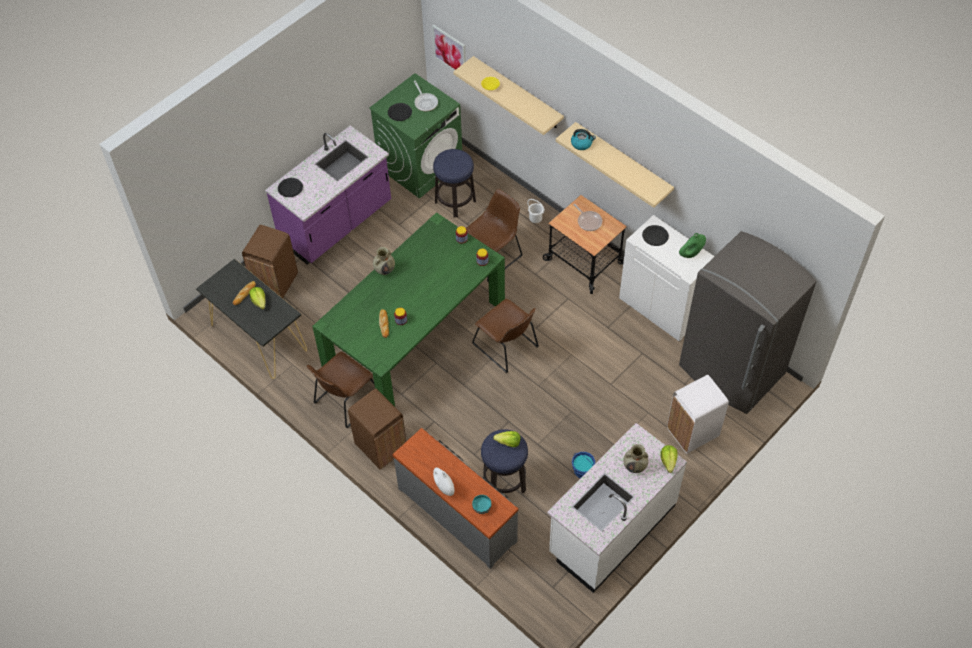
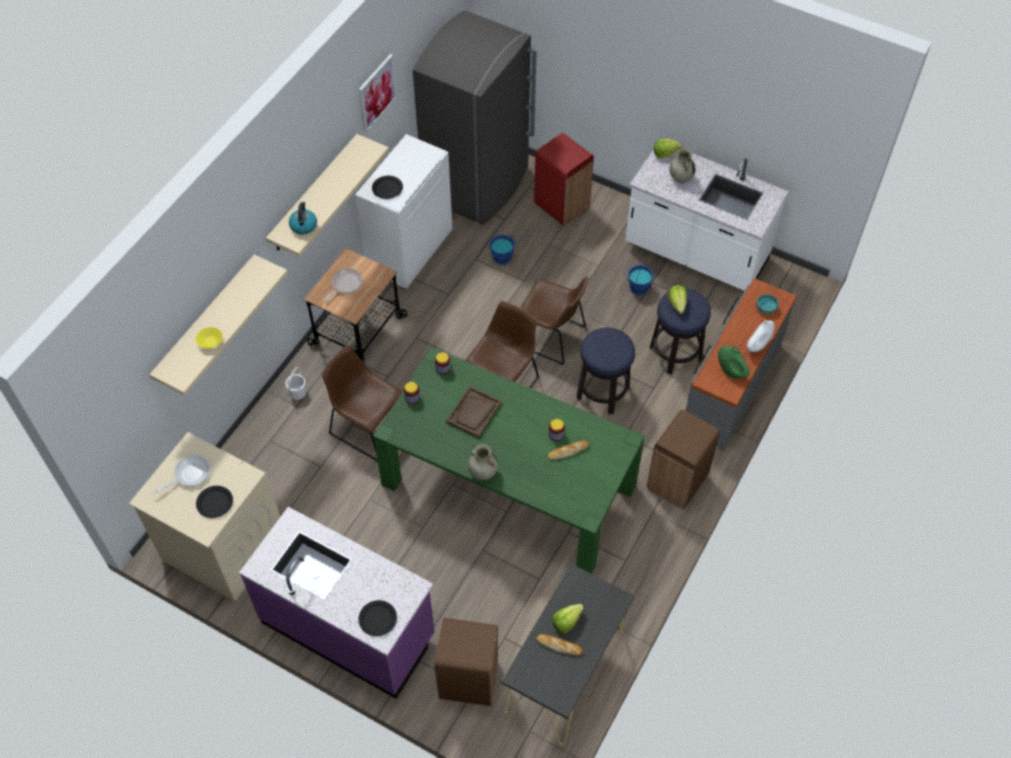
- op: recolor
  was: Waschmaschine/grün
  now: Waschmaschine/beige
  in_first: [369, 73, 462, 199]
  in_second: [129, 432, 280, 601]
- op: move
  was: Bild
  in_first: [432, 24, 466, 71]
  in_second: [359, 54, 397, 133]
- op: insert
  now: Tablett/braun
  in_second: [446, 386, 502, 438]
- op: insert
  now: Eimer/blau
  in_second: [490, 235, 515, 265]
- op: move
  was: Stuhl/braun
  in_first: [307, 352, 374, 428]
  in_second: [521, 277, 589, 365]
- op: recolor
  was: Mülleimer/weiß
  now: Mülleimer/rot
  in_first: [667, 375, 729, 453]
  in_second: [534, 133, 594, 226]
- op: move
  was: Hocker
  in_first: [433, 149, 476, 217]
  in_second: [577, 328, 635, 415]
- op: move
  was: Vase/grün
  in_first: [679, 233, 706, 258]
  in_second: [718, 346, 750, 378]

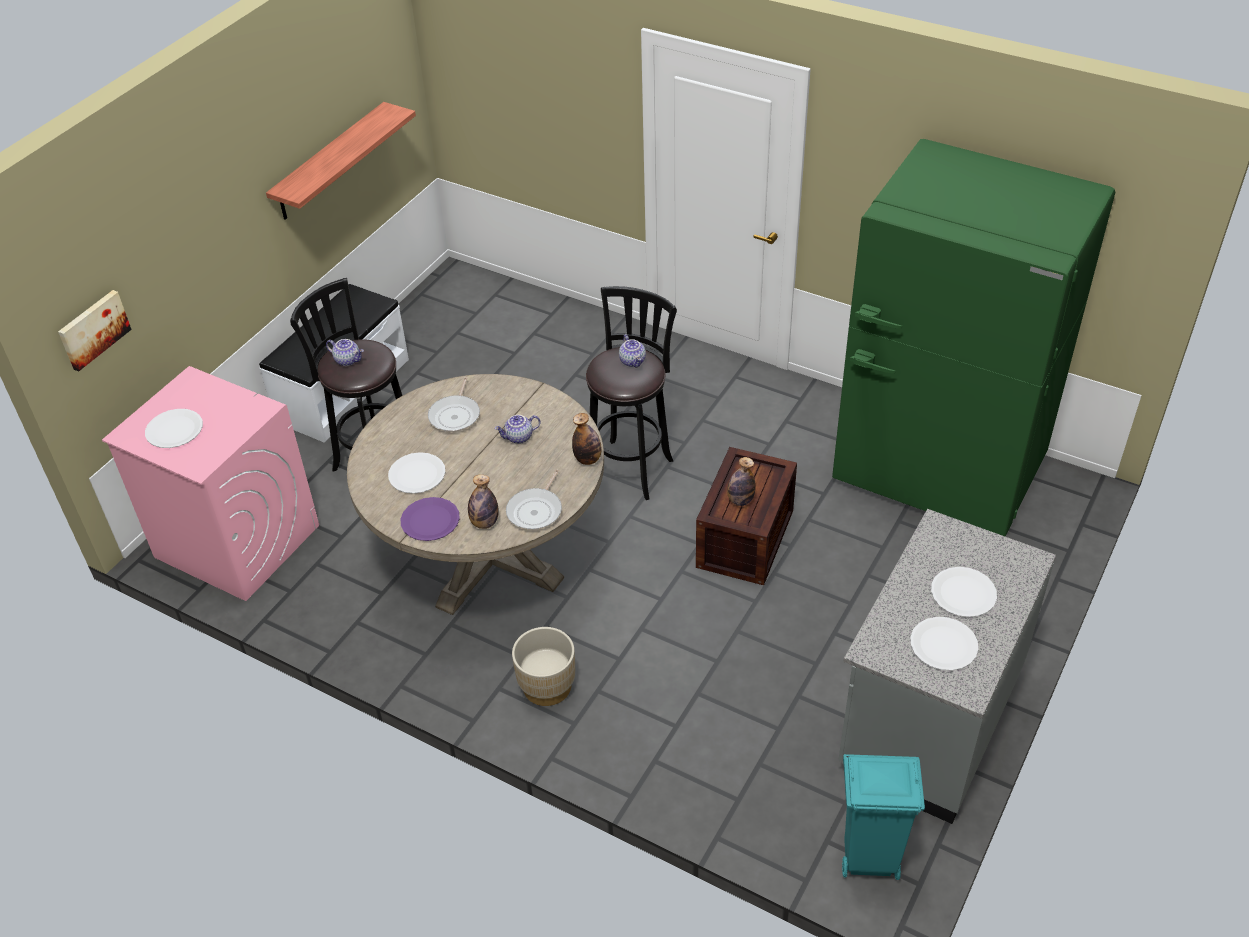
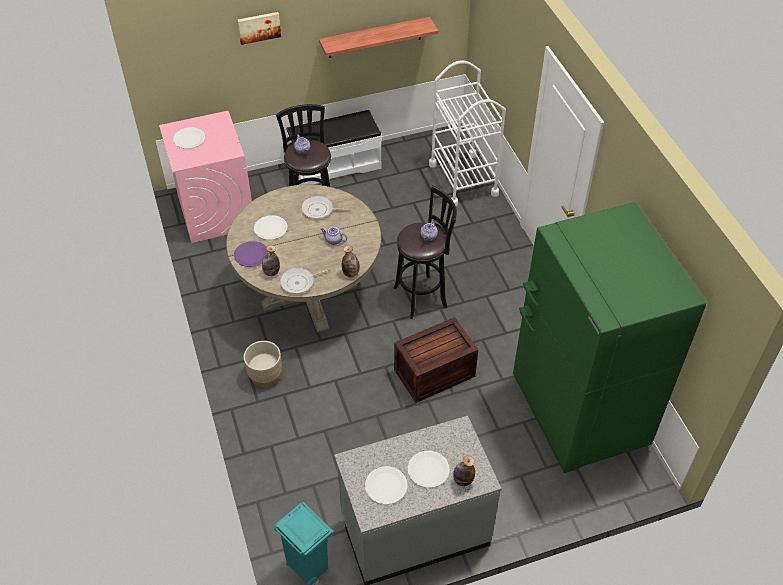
- op: move
  was: Bild
  in_first: [58, 290, 132, 372]
  in_second: [237, 12, 281, 45]
- op: rotate
  was: Pfanne
  in_first: [428, 377, 480, 432]
  in_second: [301, 196, 351, 219]
  clockwise: 45
- op: insert
  now: Rollwagen/weiß
  in_second: [429, 60, 506, 206]
- op: move
  was: Flasche
  in_first: [727, 457, 756, 506]
  in_second: [453, 456, 475, 487]

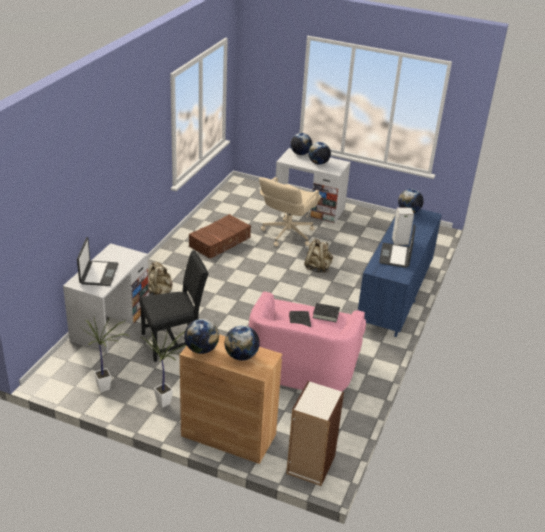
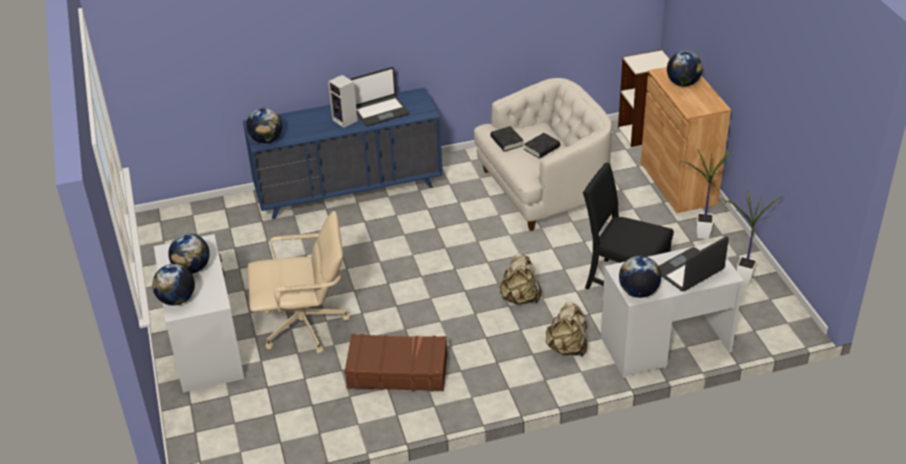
- op: recolor
  was: Sessel/rosa
  now: Sessel/weiß
  in_first: [249, 291, 366, 391]
  in_second: [474, 78, 612, 231]
- op: move
  was: Rucksack/beige
  in_first: [304, 239, 333, 273]
  in_second: [500, 253, 542, 304]
- op: move
  was: Globus
  in_first: [184, 319, 219, 354]
  in_second: [619, 256, 661, 298]

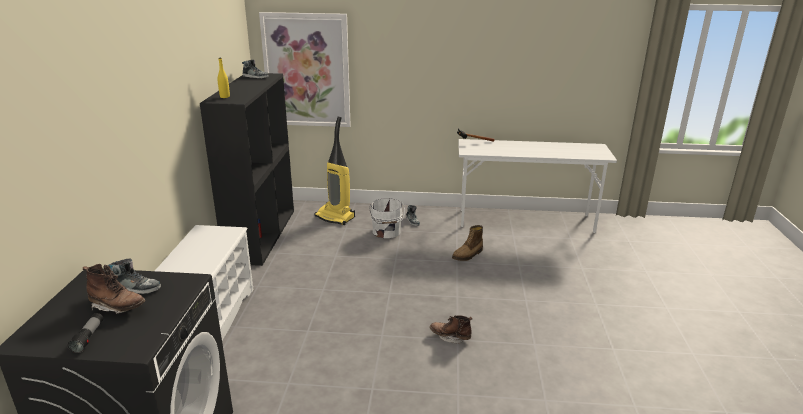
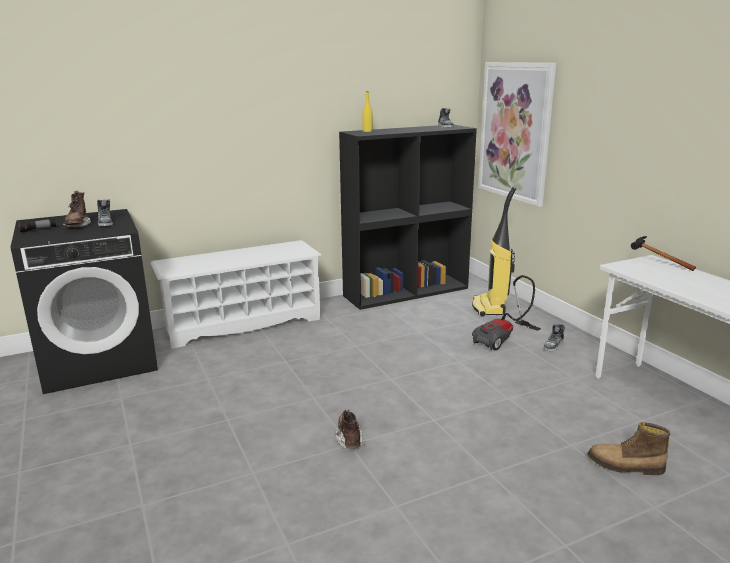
- op: replace
  was: Eimer/weiß
  now: Staubsauger
  in_first: [370, 198, 405, 238]
  in_second: [472, 275, 541, 350]
- op: move
  was: Stiefel
  in_first: [452, 225, 483, 261]
  in_second: [587, 422, 671, 475]

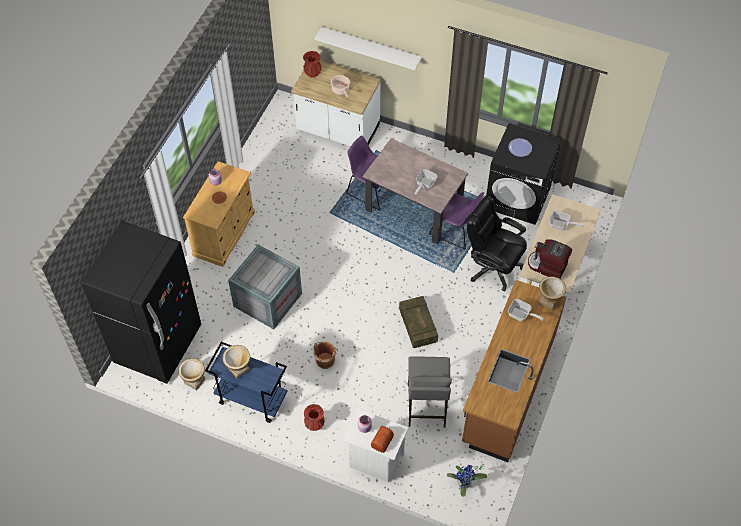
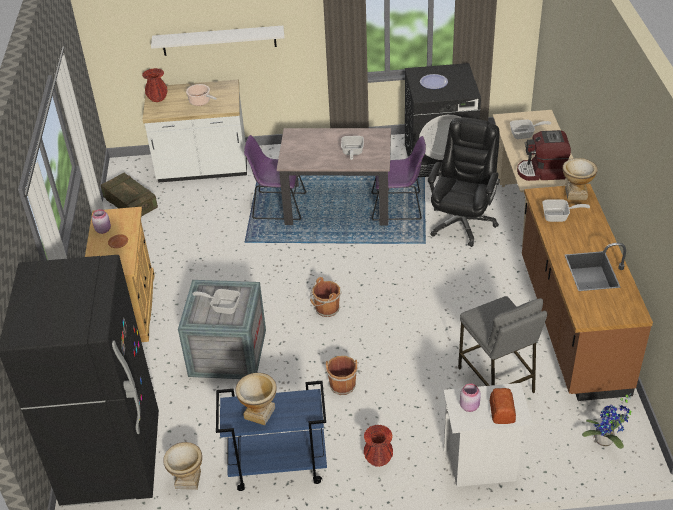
- op: move
  was: Kiste
  in_first: [399, 296, 438, 348]
  in_second: [101, 173, 158, 217]
- op: insert
  now: Pfanne
  in_second: [193, 289, 240, 314]
- op: insert
  now: Eimer/braun
  in_second: [310, 277, 342, 317]
- op: rotate
  was: Bürostuhl/schwarz
  in_first: [467, 195, 527, 292]
  in_second: [428, 117, 500, 247]
  clockwise: 105

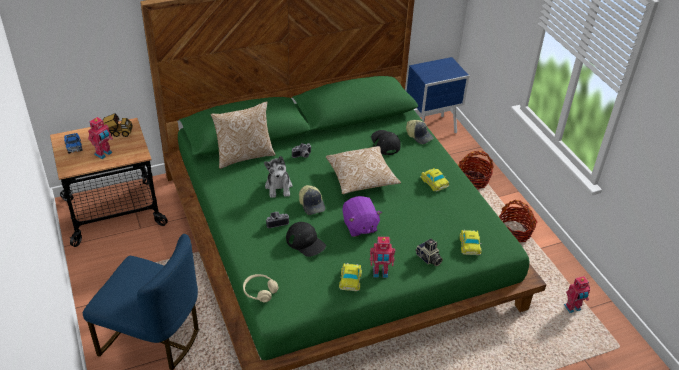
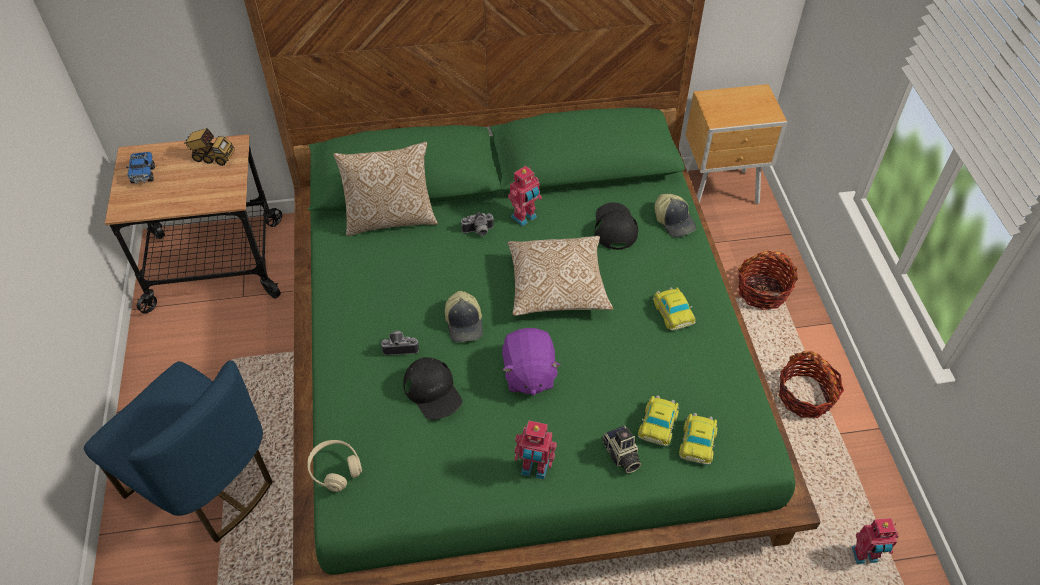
- op: move
  was: Spielzeugroboter
  in_first: [88, 117, 113, 159]
  in_second: [508, 166, 542, 226]
- op: move
  was: Spielzeugauto
  in_first: [339, 263, 362, 291]
  in_second: [638, 395, 679, 446]
- op: recolor
  was: Nachttisch/blau
  now: Nachttisch/braun
  in_first: [407, 57, 469, 133]
  in_second: [686, 84, 788, 204]
- op: delete
  was: Plüschtier
  in_first: [264, 156, 293, 198]

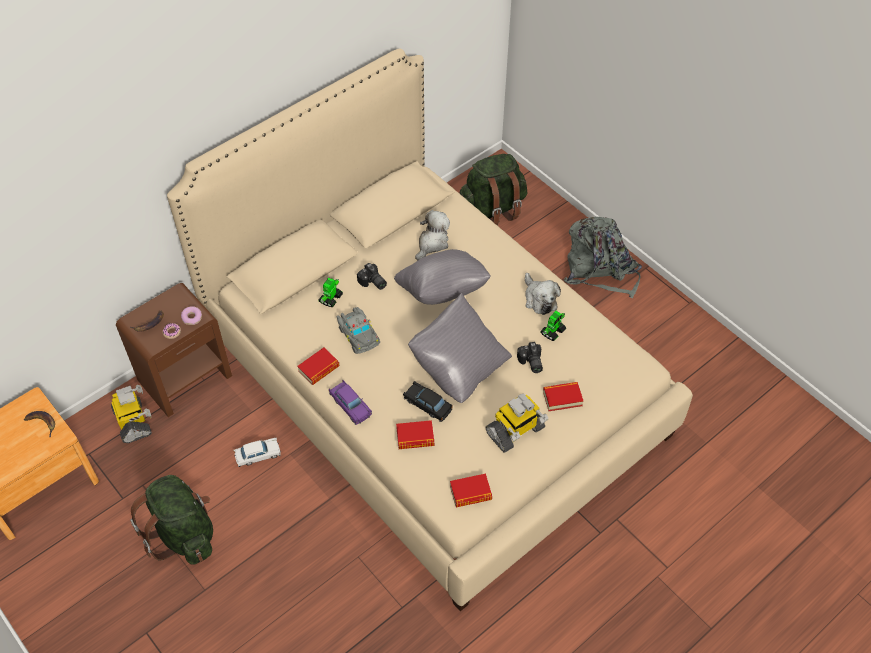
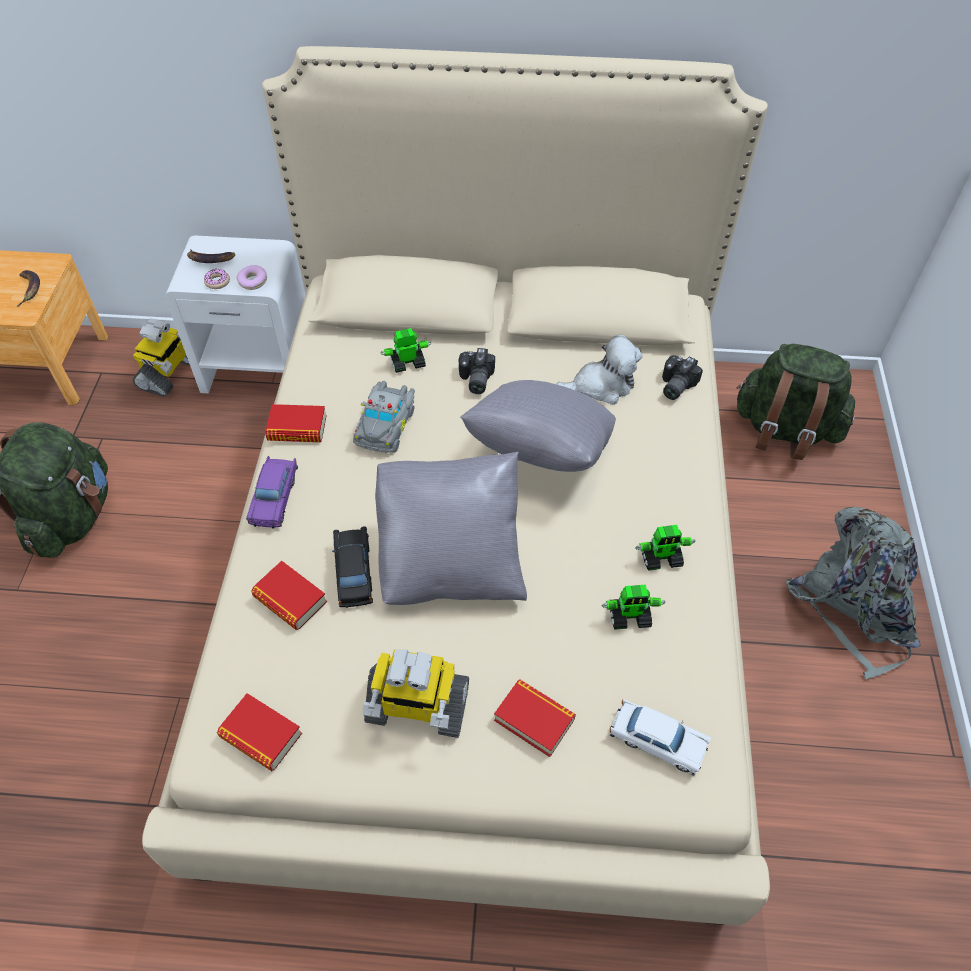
- op: recolor
  was: Nachttisch/braun
  now: Nachttisch/weiß
  in_first: [116, 283, 232, 417]
  in_second: [165, 236, 305, 393]
- op: move
  was: Spielzeugauto/weiß
  in_first: [233, 438, 281, 467]
  in_second: [610, 699, 711, 776]
- op: replace
  was: Plüschtier
  now: Spielzeugroboter
  in_first: [525, 273, 561, 315]
  in_second: [635, 525, 696, 571]
- op: move
  was: Kamera
  in_first: [517, 342, 543, 373]
  in_second: [662, 355, 703, 400]

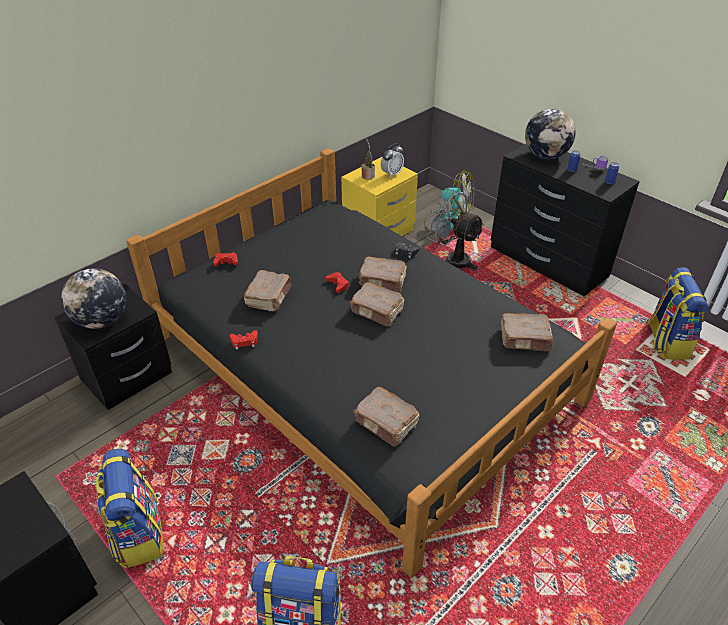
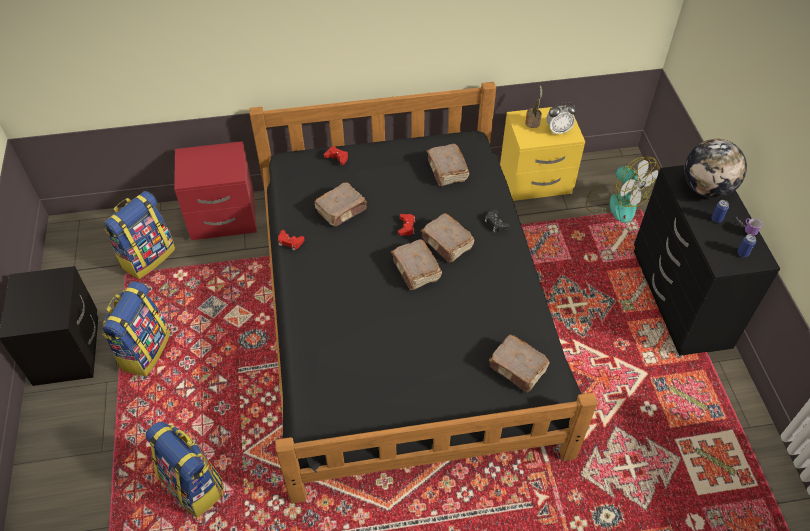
- op: move
  was: Rucksack
  in_first: [644, 267, 709, 360]
  in_second: [104, 191, 175, 279]
- op: recolor
  was: Nachttisch/schwarz
  now: Nachttisch/rot
  in_first: [54, 283, 172, 410]
  in_second: [174, 141, 257, 240]
- op: move
  was: Buch/braun
  in_first: [353, 387, 419, 447]
  in_second: [426, 144, 469, 186]
- op: delete
  was: Globus
  in_first: [61, 268, 126, 329]
- op: delete
  was: Ventilator/grau
  in_first: [425, 189, 484, 271]

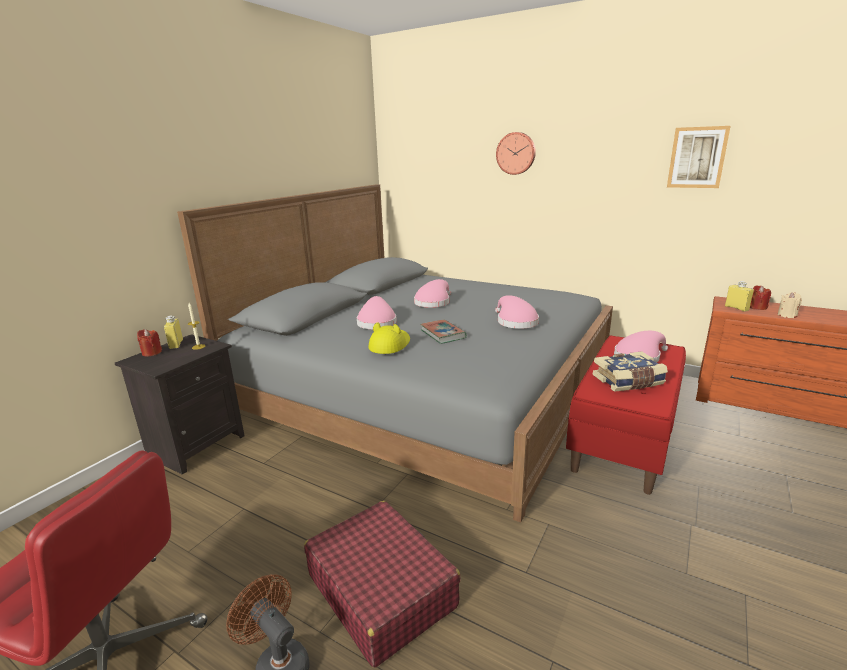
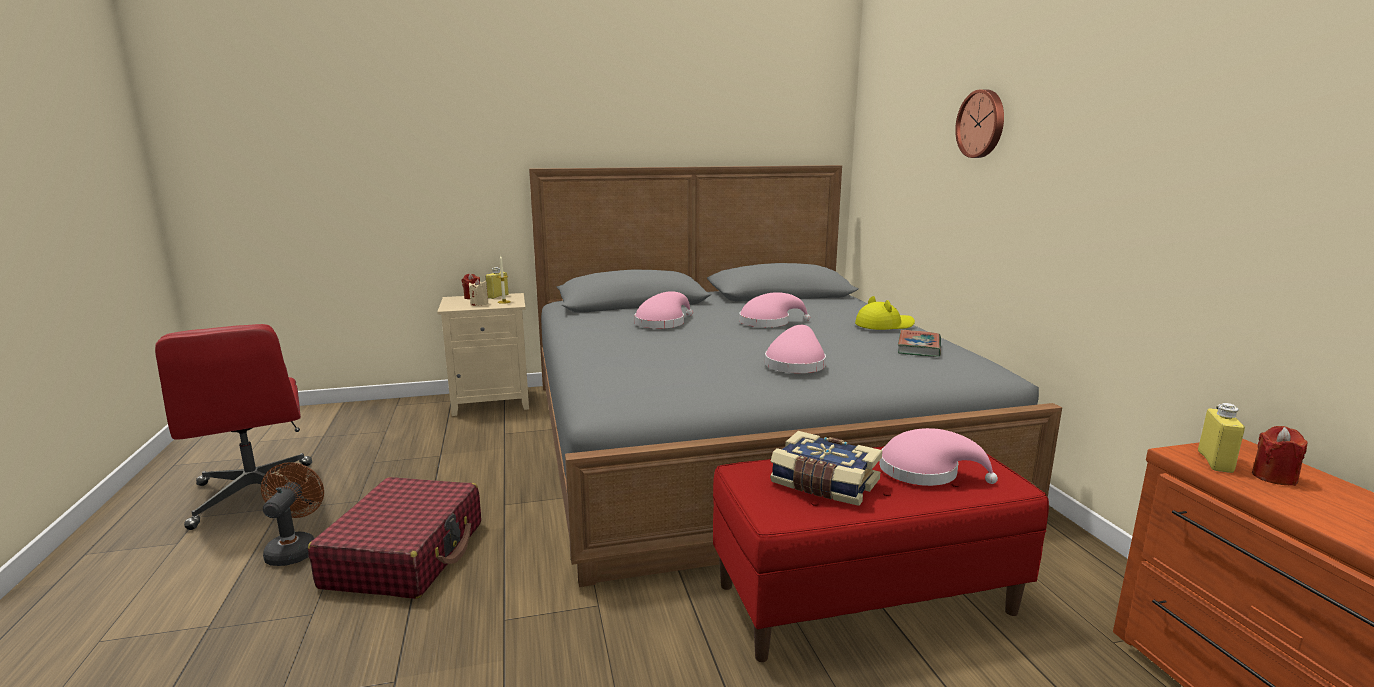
- op: recolor
  was: Nachttisch/schwarz
  now: Nachttisch/beige
  in_first: [115, 334, 245, 475]
  in_second: [437, 293, 529, 416]
- op: move
  was: Kerze/beige
  in_first: [777, 292, 802, 318]
  in_second: [469, 279, 489, 306]
- op: move
  was: Hut/gelb
  in_first: [369, 322, 410, 354]
  in_second: [855, 296, 915, 330]
- op: move
  was: Buch
  in_first: [420, 320, 467, 344]
  in_second: [898, 330, 941, 357]
- op: delete
  was: Bild
  in_first: [667, 126, 730, 188]

